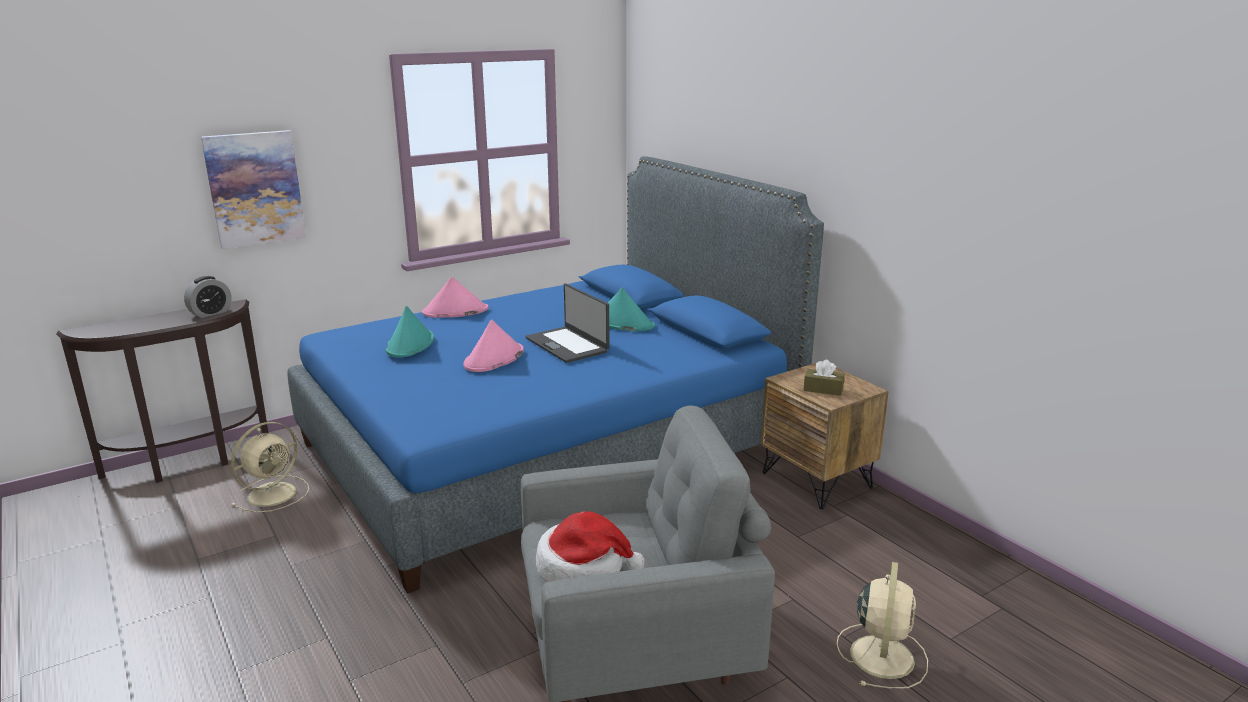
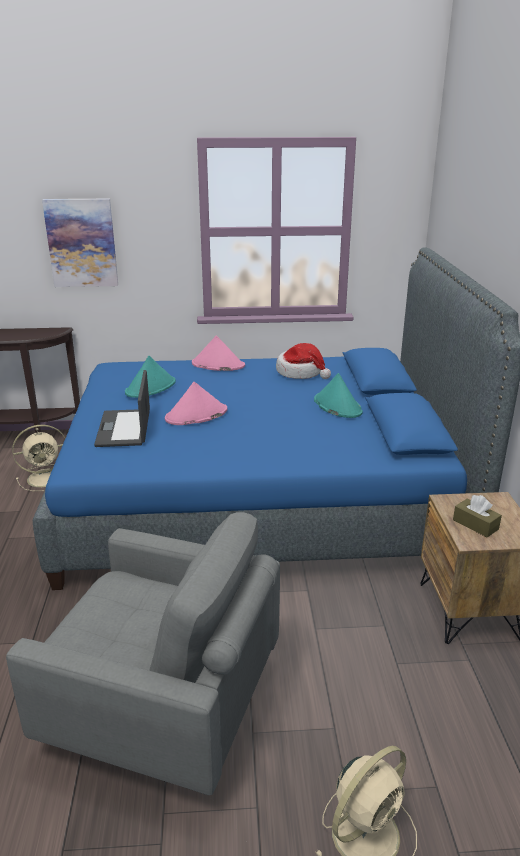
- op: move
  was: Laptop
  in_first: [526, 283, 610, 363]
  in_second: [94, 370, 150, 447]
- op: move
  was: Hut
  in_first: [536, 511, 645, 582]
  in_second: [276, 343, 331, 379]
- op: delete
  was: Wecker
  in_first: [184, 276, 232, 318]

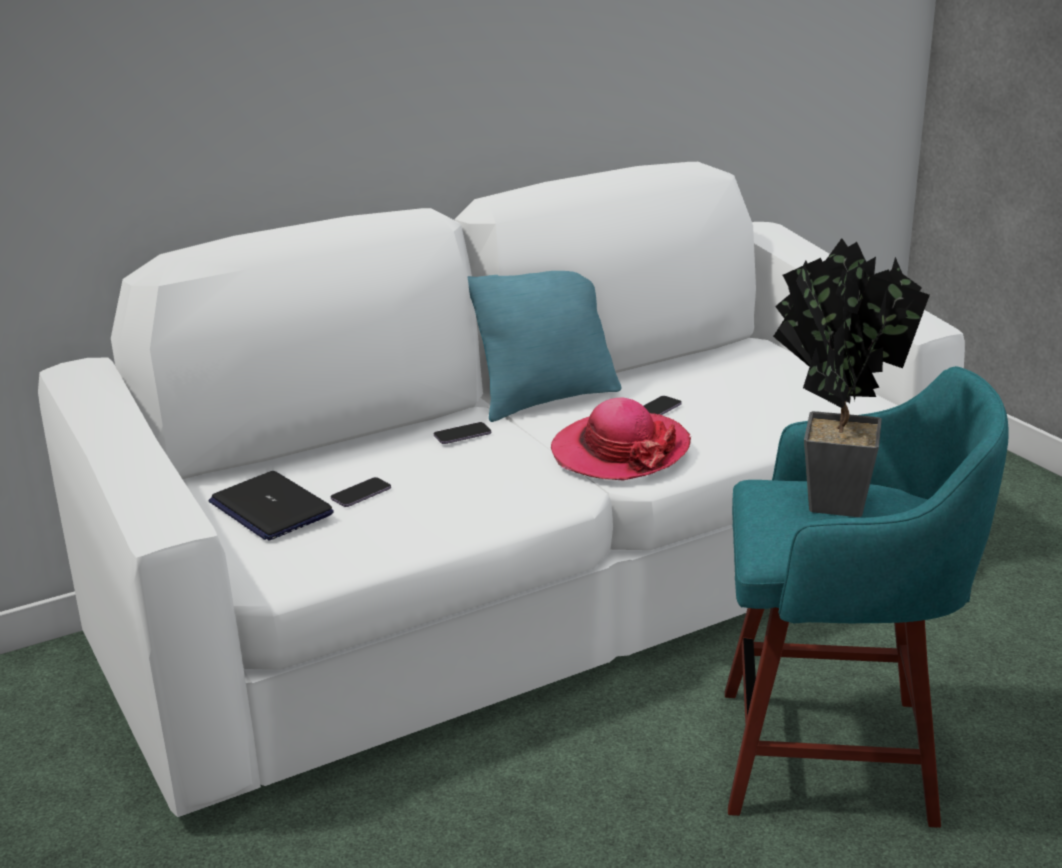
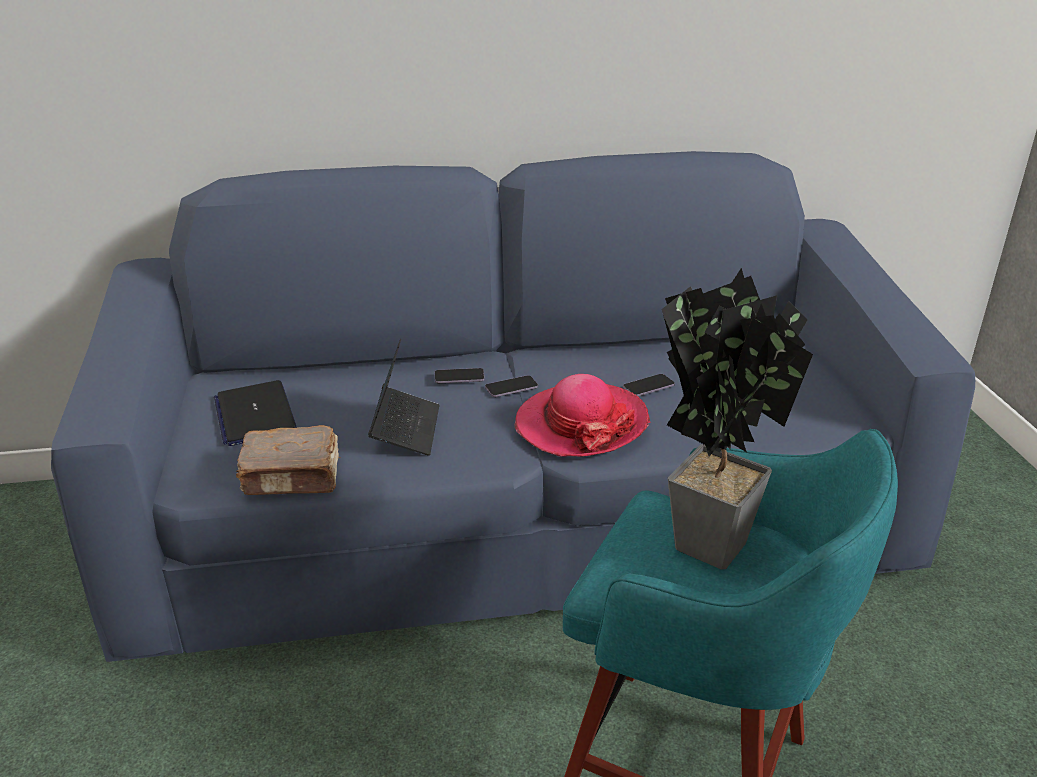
- op: recolor
  was: Sofa/weiß
  now: Sofa/blau
  in_first: [38, 162, 965, 817]
  in_second: [51, 151, 975, 662]
- op: insert
  now: Buch/braun
  in_second: [236, 425, 341, 495]
- op: insert
  now: Laptop
  in_second: [368, 338, 440, 456]
- op: move
  was: Handy
  in_first: [331, 477, 391, 507]
  in_second: [485, 375, 538, 397]
- op: delete
  was: Kissen/türkis
  in_first: [468, 271, 622, 422]

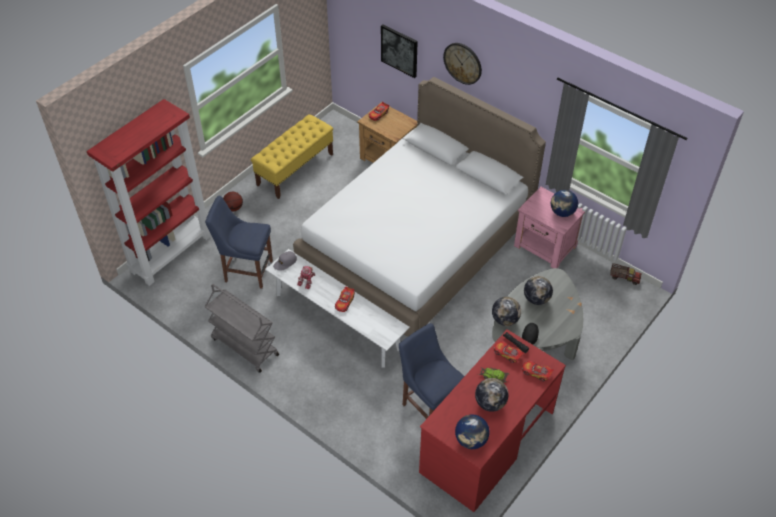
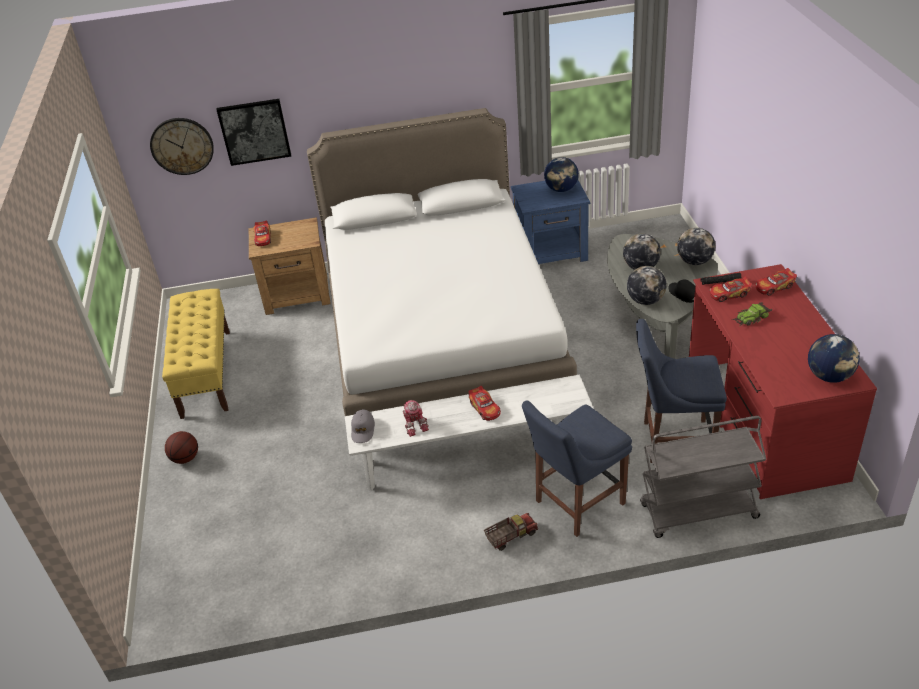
- op: move
  was: Wanduhr
  in_first: [443, 43, 482, 85]
  in_second: [150, 118, 214, 175]
- op: move
  was: Spielzeuglaster
  in_first: [610, 263, 642, 285]
  in_second: [484, 513, 538, 551]
- op: recolor
  was: Nachttisch/rosa
  now: Nachttisch/blau
  in_first: [514, 187, 585, 268]
  in_second: [511, 180, 590, 264]
- op: move
  was: Stuhl/blau
  in_first: [205, 196, 273, 289]
  in_second: [522, 400, 632, 537]
- op: move
  was: Rollwagen/grau
  in_first: [205, 284, 279, 373]
  in_second: [640, 416, 766, 538]
- op: move
  was: Globus
  in_first: [475, 378, 508, 412]
  in_second: [677, 228, 715, 265]
- op: delete
  was: Bücherregal/rot
  in_first: [86, 99, 211, 286]

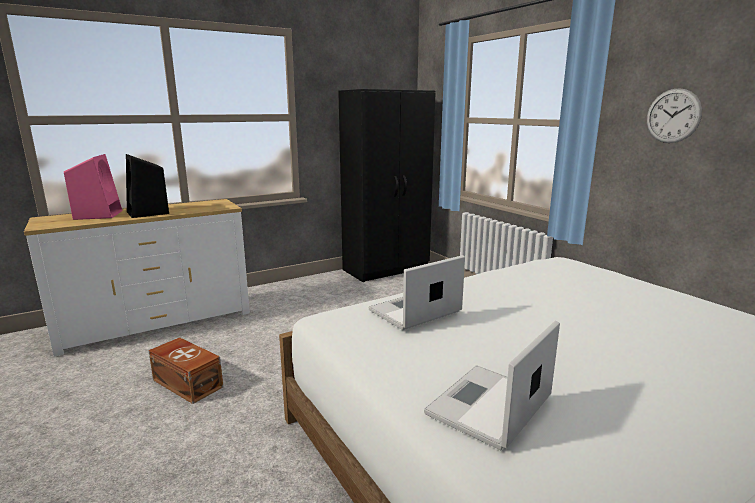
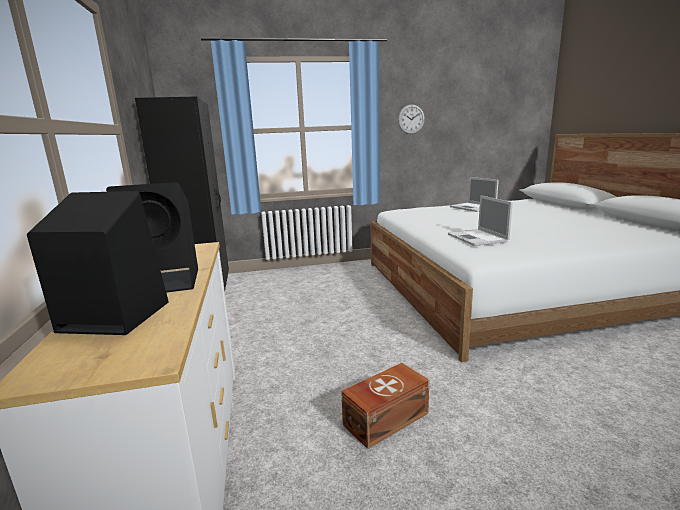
- op: recolor
  was: Lautsprecher/rosa
  now: Lautsprecher/schwarz
  in_first: [64, 154, 123, 220]
  in_second: [27, 191, 169, 335]
- op: move
  was: Laptop
  in_first: [424, 321, 560, 450]
  in_second: [450, 177, 499, 212]

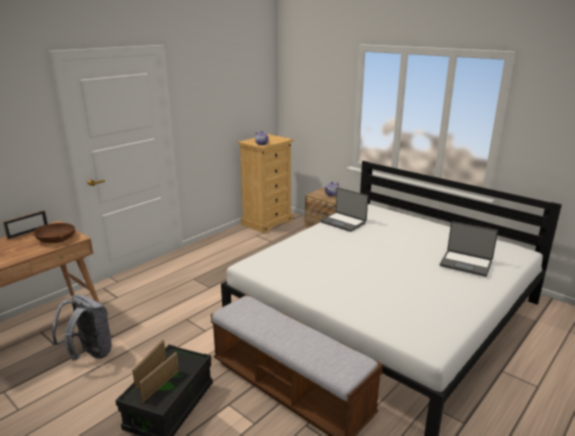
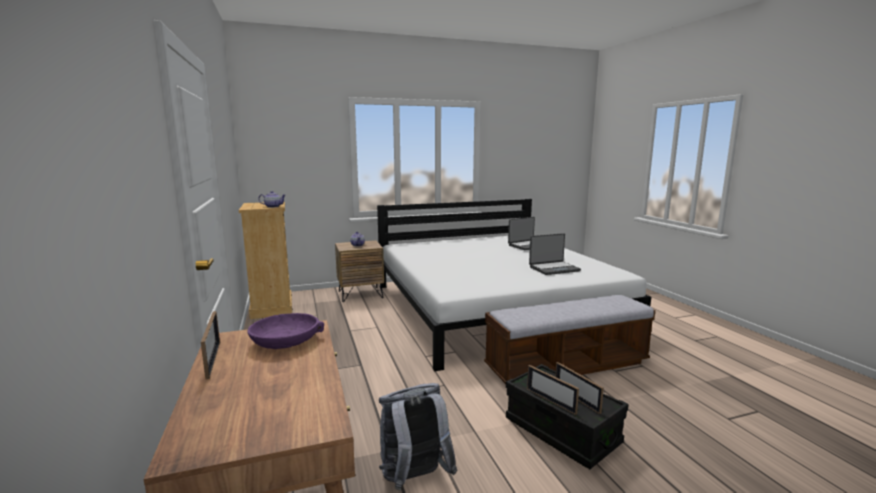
- op: recolor
  was: Schüssel/braun
  now: Schüssel/lila
  in_first: [33, 223, 75, 243]
  in_second: [247, 313, 324, 349]
- op: move
  was: Laptop
  in_first: [320, 187, 368, 232]
  in_second: [529, 233, 581, 275]

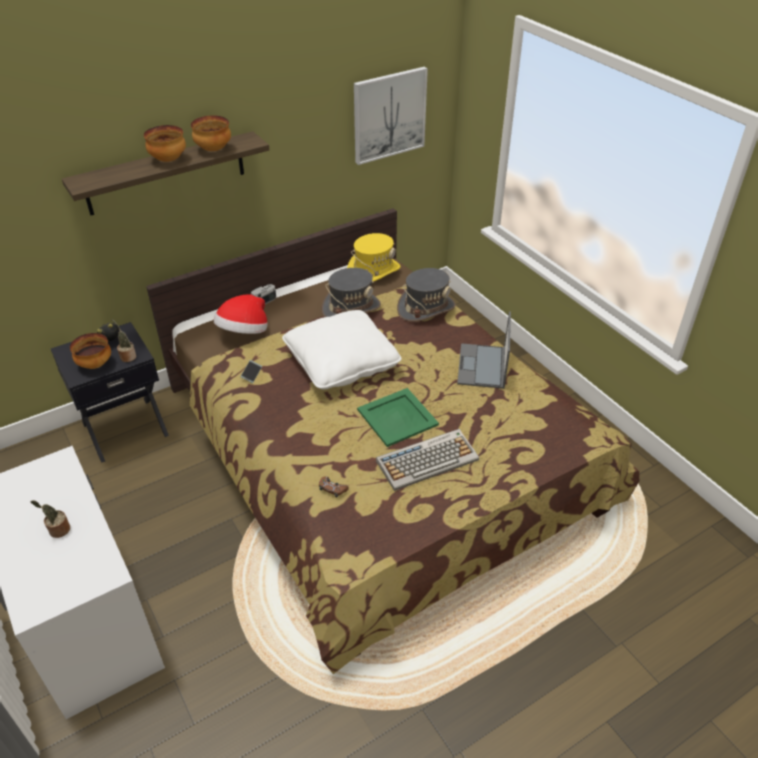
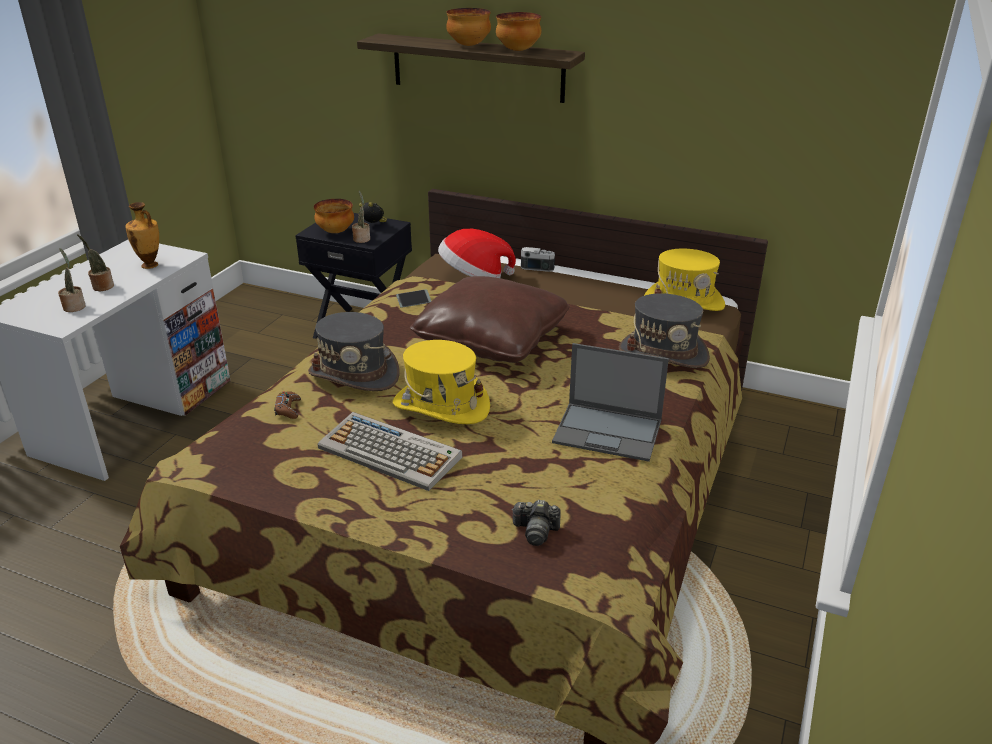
- op: insert
  now: Topfpflanze
  in_second: [58, 248, 86, 312]
- op: insert
  now: Vase
  in_second: [125, 202, 159, 269]
- op: move
  was: Hut/grau
  in_first: [322, 268, 381, 317]
  in_second: [308, 312, 400, 391]
- op: replace
  was: Tablett/grün
  now: Hut/gelb
  in_first: [357, 388, 439, 447]
  in_second: [393, 340, 490, 424]
- op: recolor
  was: Kissen/weiß
  now: Kissen/braun
  in_first: [282, 310, 402, 389]
  in_second: [410, 276, 570, 363]
- op: insert
  now: Kamera
  in_second: [511, 500, 561, 546]
- op: rotate
  was: Laptop
  in_first: [457, 312, 511, 389]
  in_second: [552, 343, 669, 462]
  clockwise: -135
- op: delete
  was: Bild
  in_first: [354, 67, 428, 165]

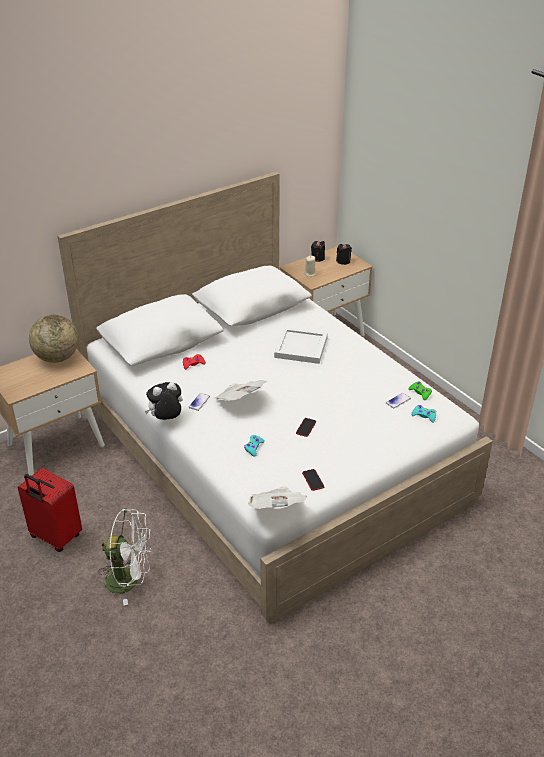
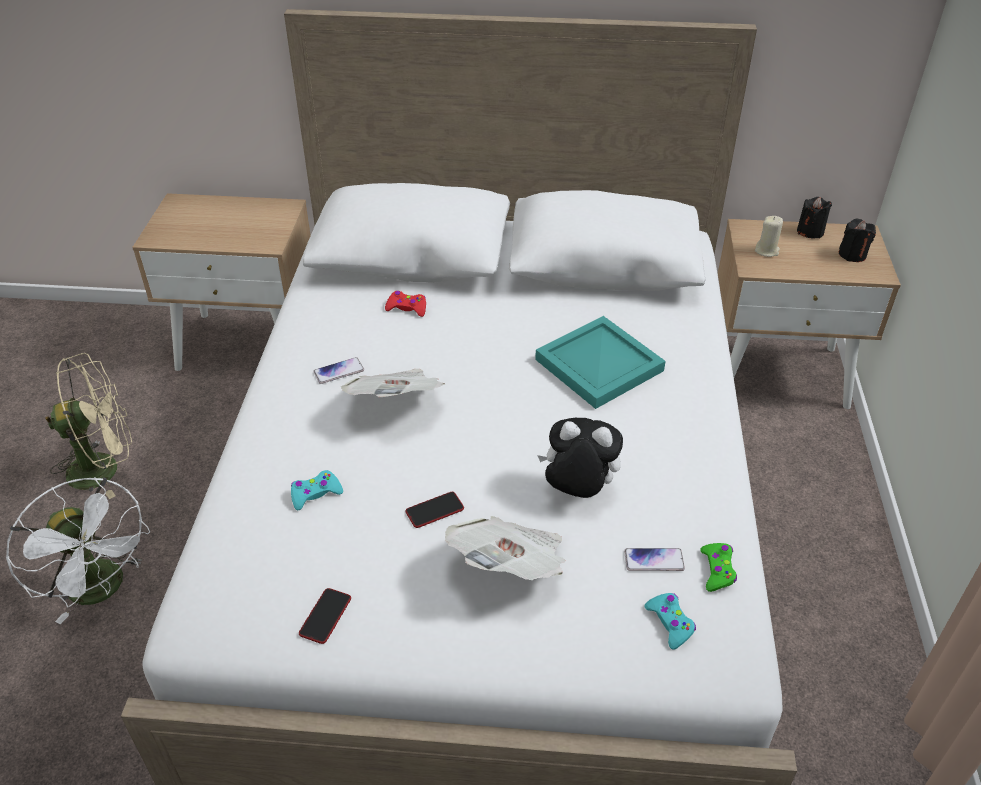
- op: replace
  was: Koffer/rot
  now: Ventilator/beige
  in_first: [18, 468, 82, 552]
  in_second: [45, 353, 132, 499]
- op: move
  was: Zeitung
  in_first: [248, 487, 308, 509]
  in_second: [445, 516, 565, 580]
- op: recolor
  was: Tablett/weiß
  now: Tablett/türkis
  in_first: [274, 327, 328, 364]
  in_second: [535, 316, 666, 409]
- op: move
  was: Plüschtier
  in_first: [145, 382, 183, 420]
  in_second: [537, 418, 623, 498]
- op: delete
  was: Globus
  in_first: [29, 314, 79, 363]

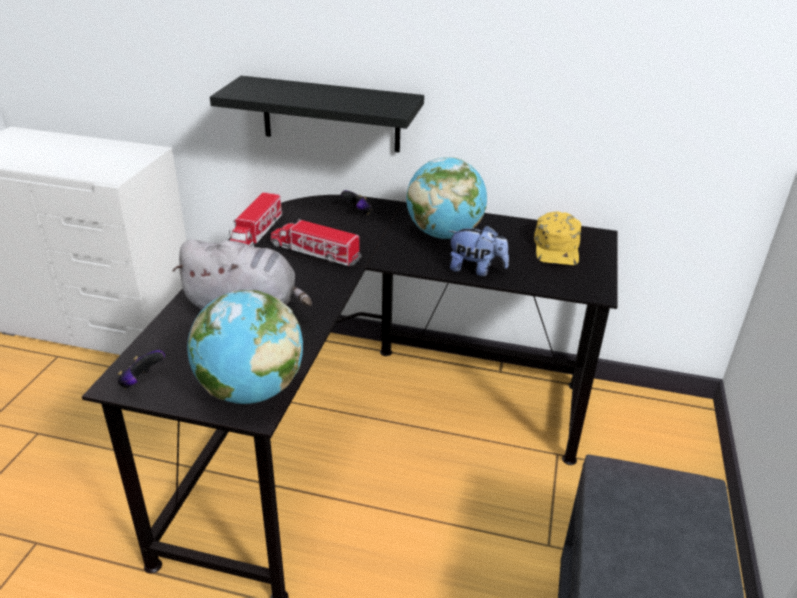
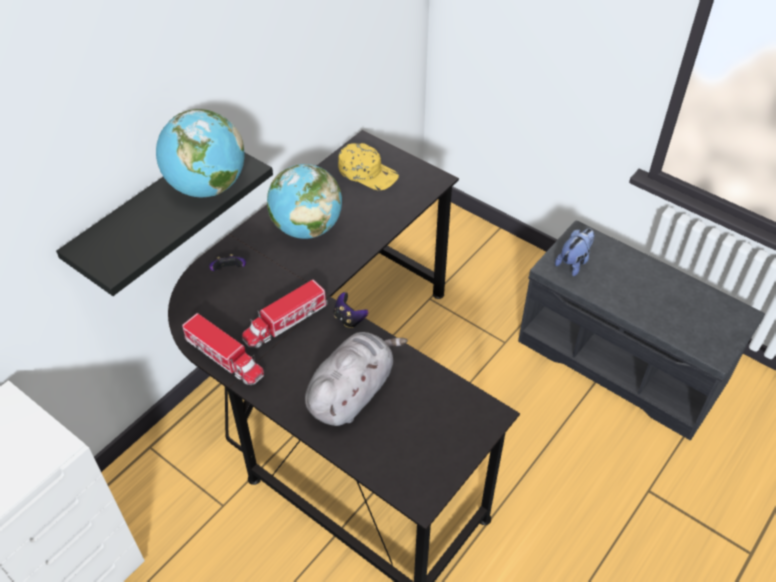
- op: move
  was: Globus
  in_first: [187, 290, 303, 404]
  in_second: [156, 109, 244, 197]
- op: move
  was: Gamepad
  in_first: [117, 350, 165, 389]
  in_second: [333, 292, 368, 328]
- op: move
  was: Plüschtier
  in_first: [449, 225, 509, 276]
  in_second: [555, 229, 594, 276]

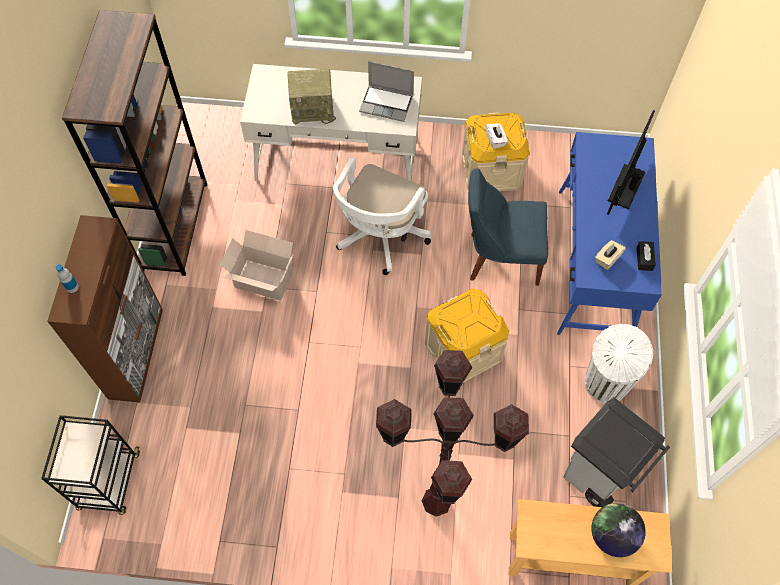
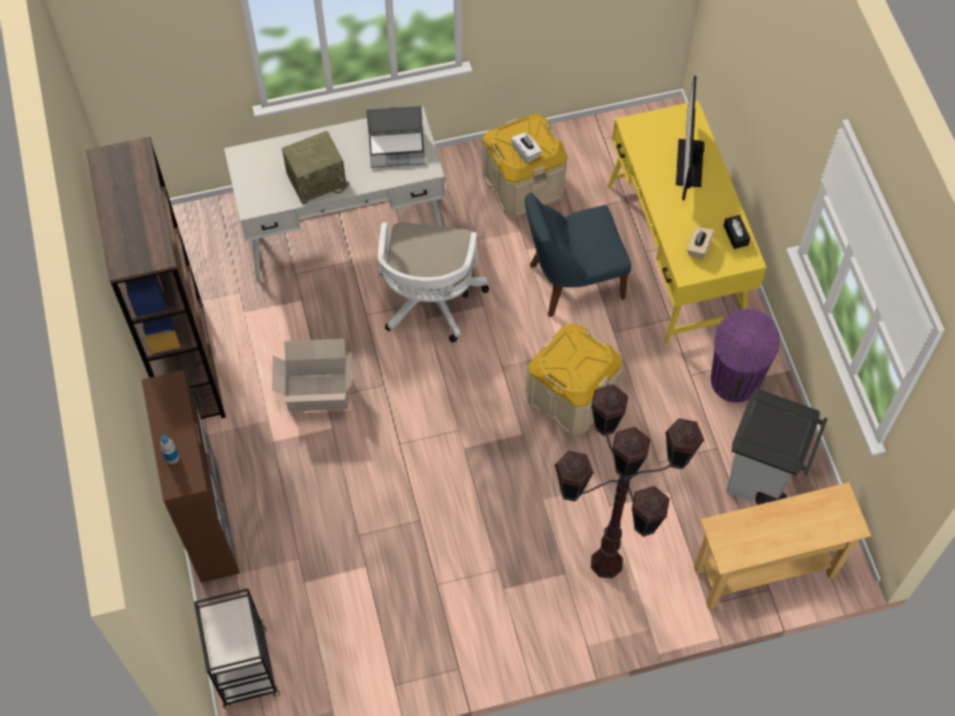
- op: recolor
  was: Schreibtisch/blau
  now: Schreibtisch/gelb
  in_first: [557, 132, 662, 335]
  in_second: [607, 101, 767, 346]
- op: recolor
  was: Mülleimer/weiß
  now: Mülleimer/lila
  in_first: [585, 324, 653, 404]
  in_second: [711, 309, 780, 403]
- op: delete
  was: Globus
  in_first: [591, 503, 646, 557]

